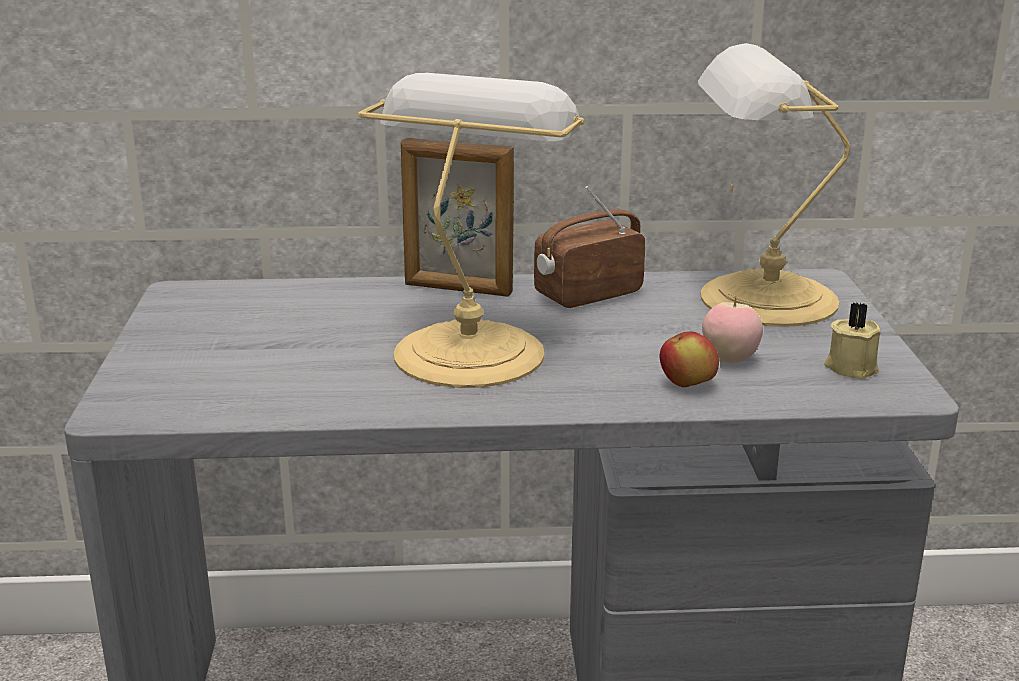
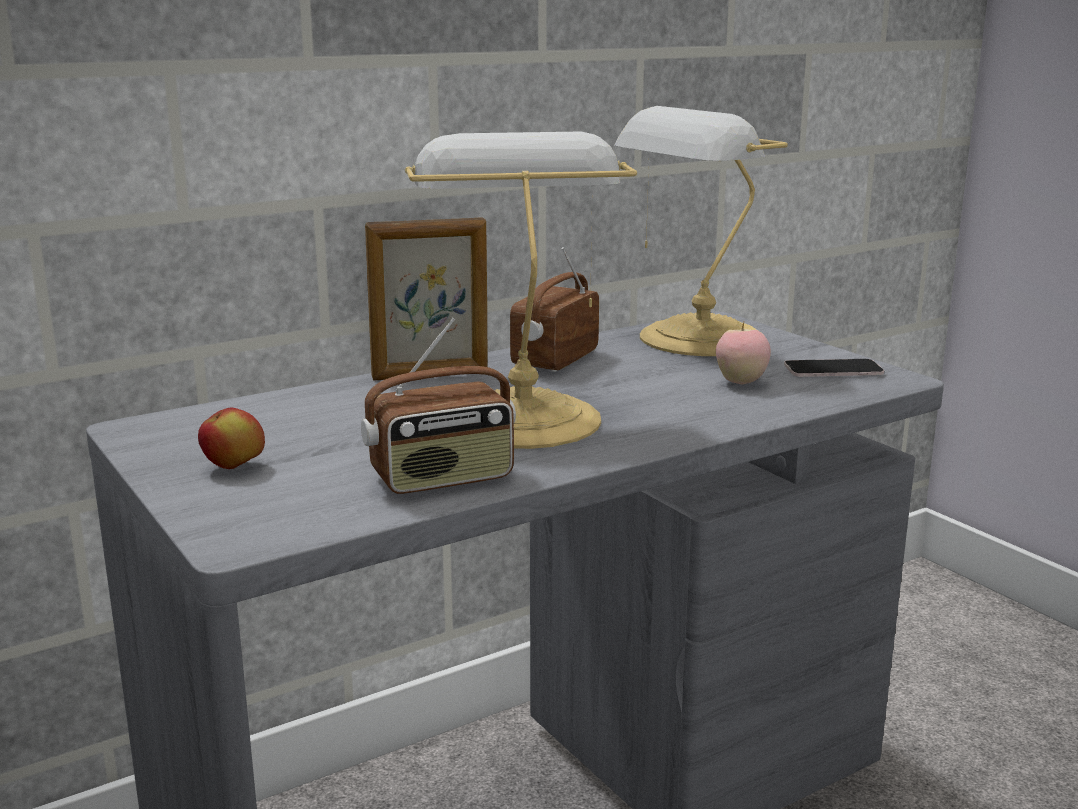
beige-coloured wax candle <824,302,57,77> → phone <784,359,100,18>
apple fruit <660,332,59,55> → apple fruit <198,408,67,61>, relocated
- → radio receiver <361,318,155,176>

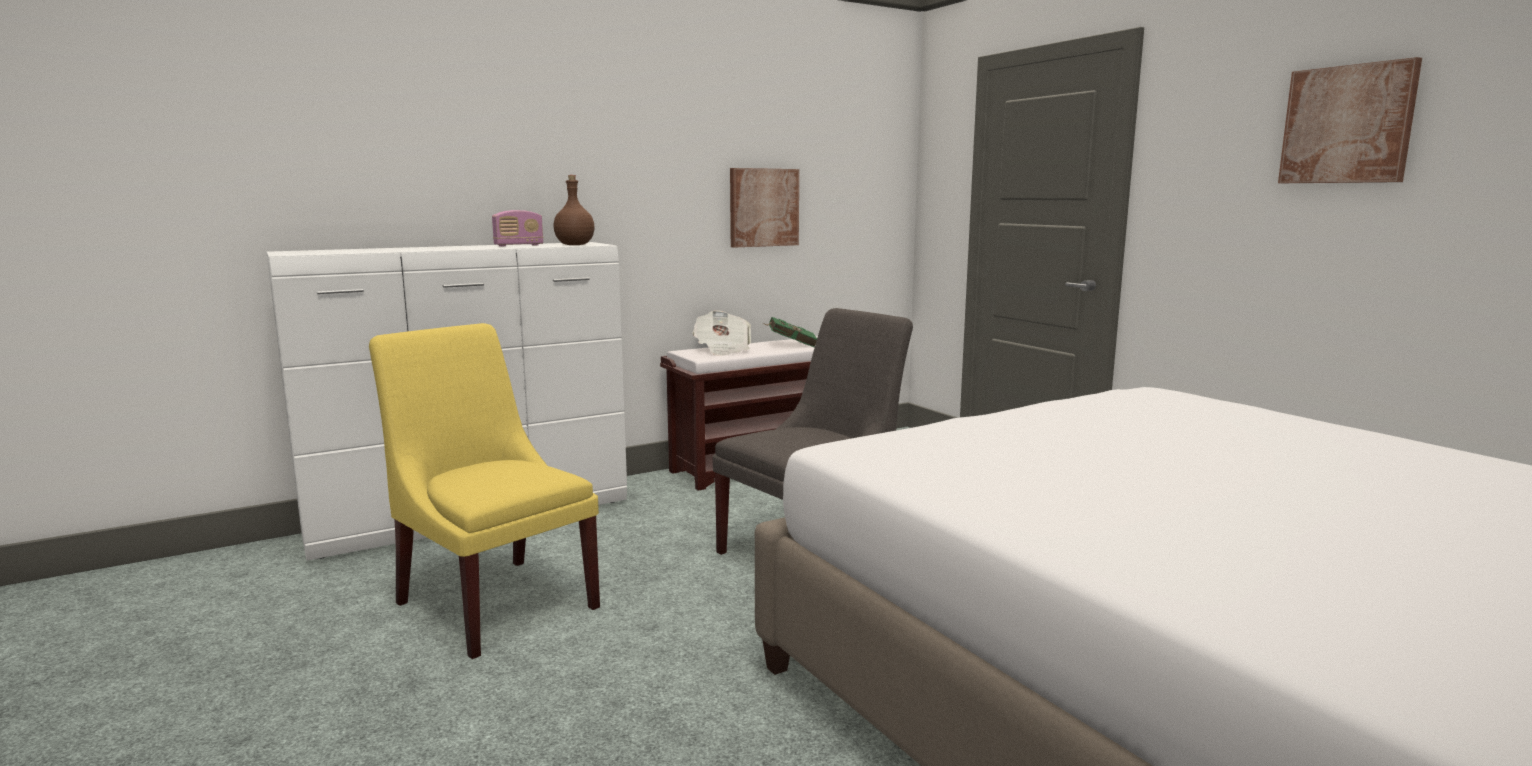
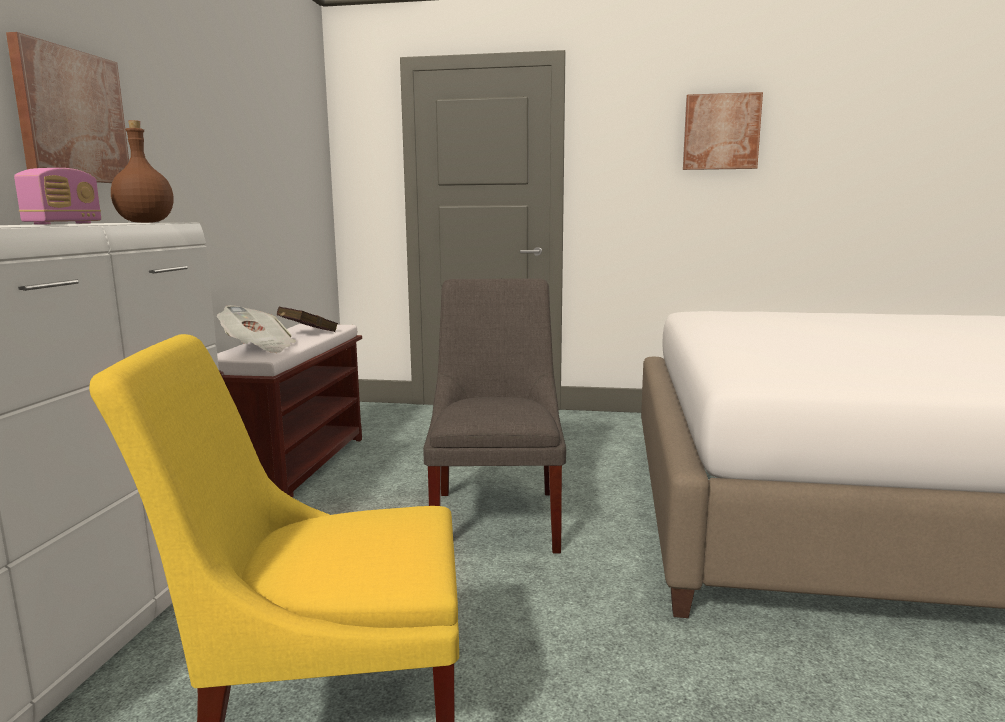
picture <730,168,69,80> → picture <6,32,123,151>, relocated
green bound book <763,317,54,31> → red bound book <276,307,62,25>

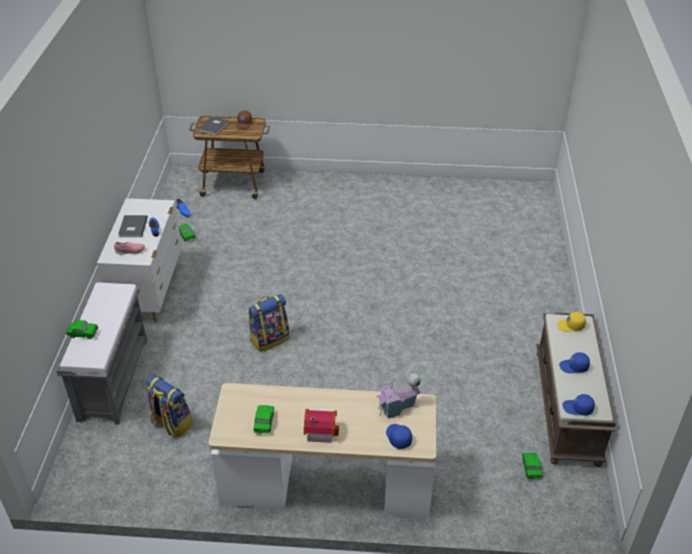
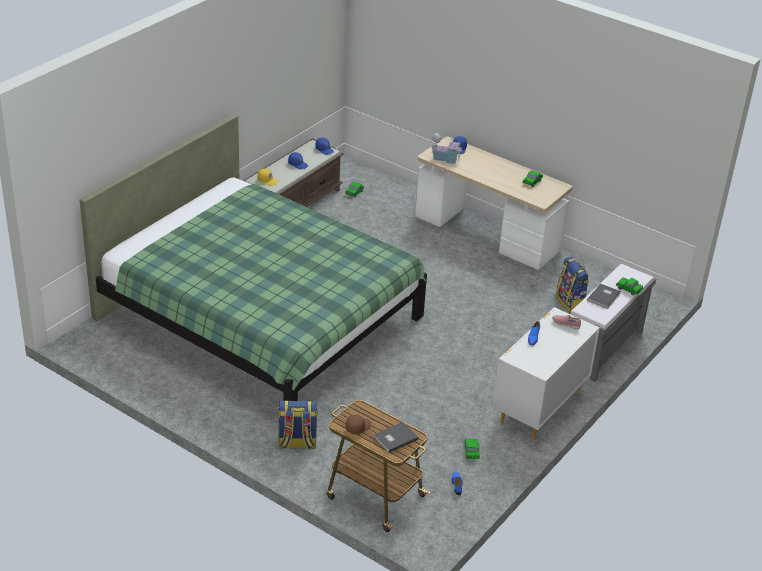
greyish bound book <118,215,30,22> → greyish bound book <587,283,34,26>, relocated
rucksack <248,294,41,58> → rucksack <278,400,40,50>, relocated
toy house <304,409,35,34> → -
- → green sleeping bed <80,114,347,287>

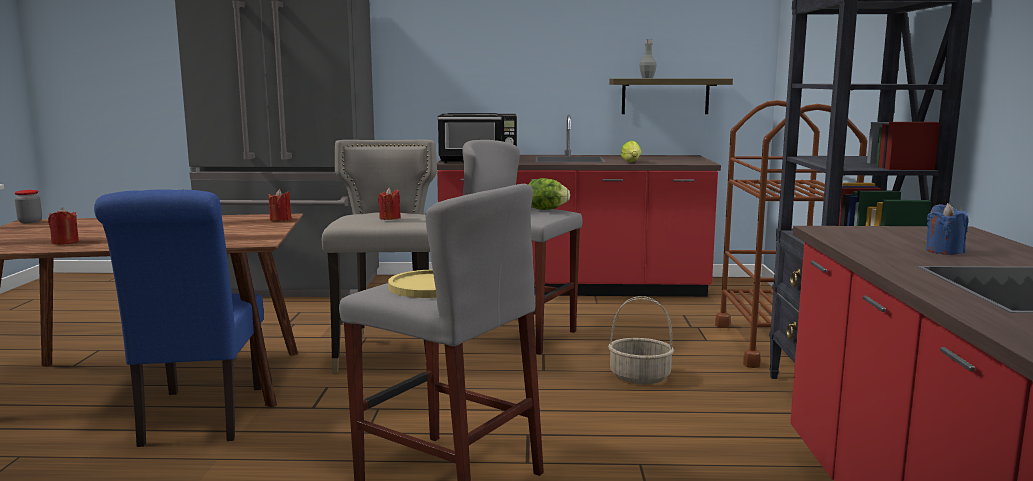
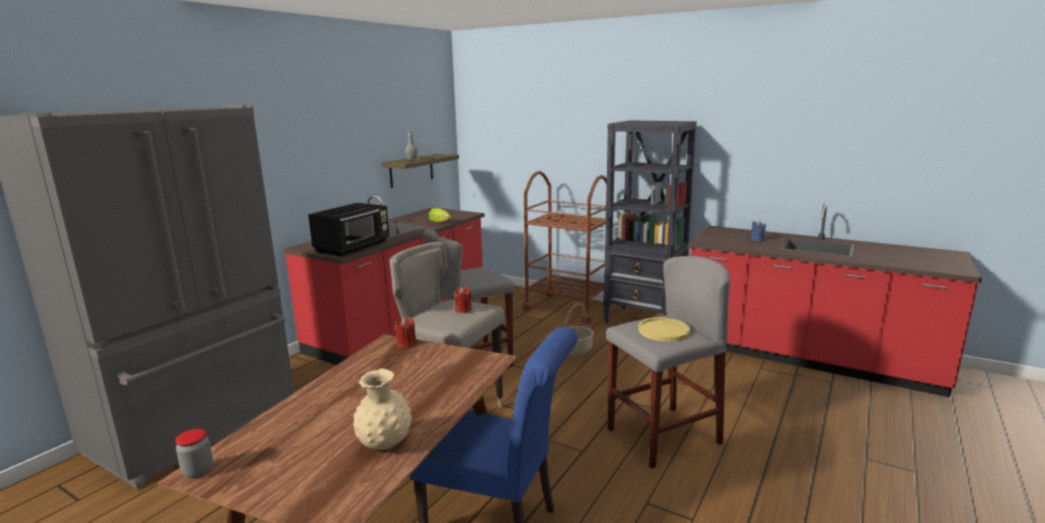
lettuce <529,178,41,32> → -
red wax candle <48,207,31,38> → beige-coloured flower vase <353,369,59,81>

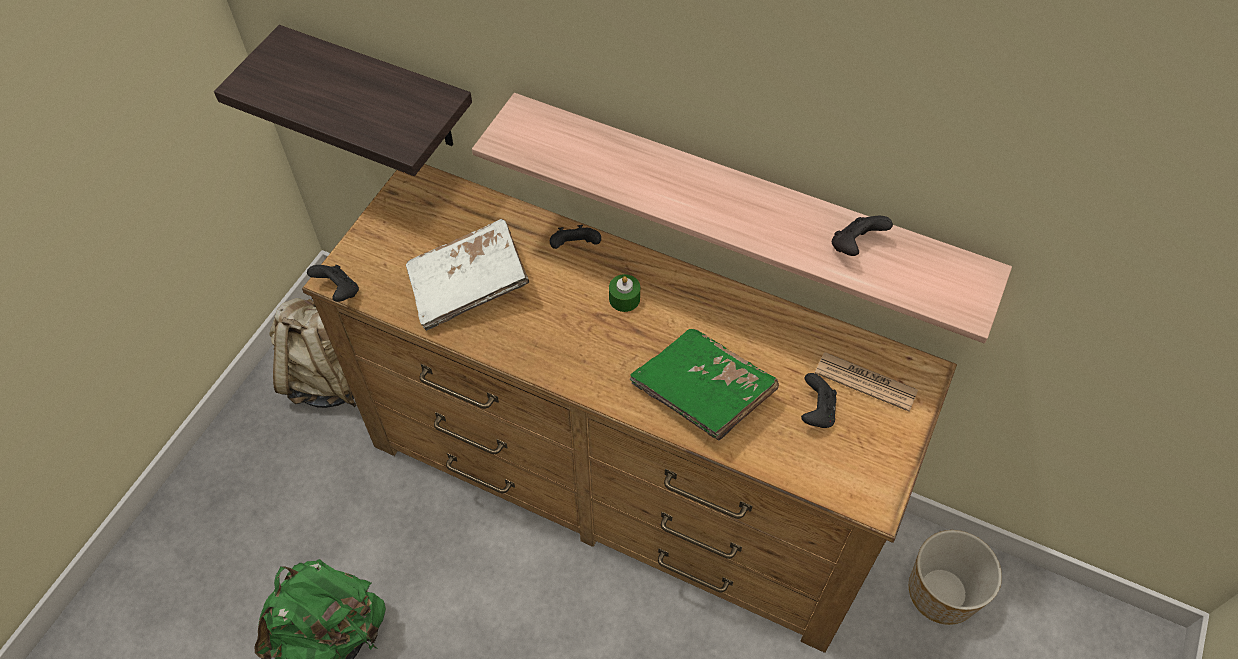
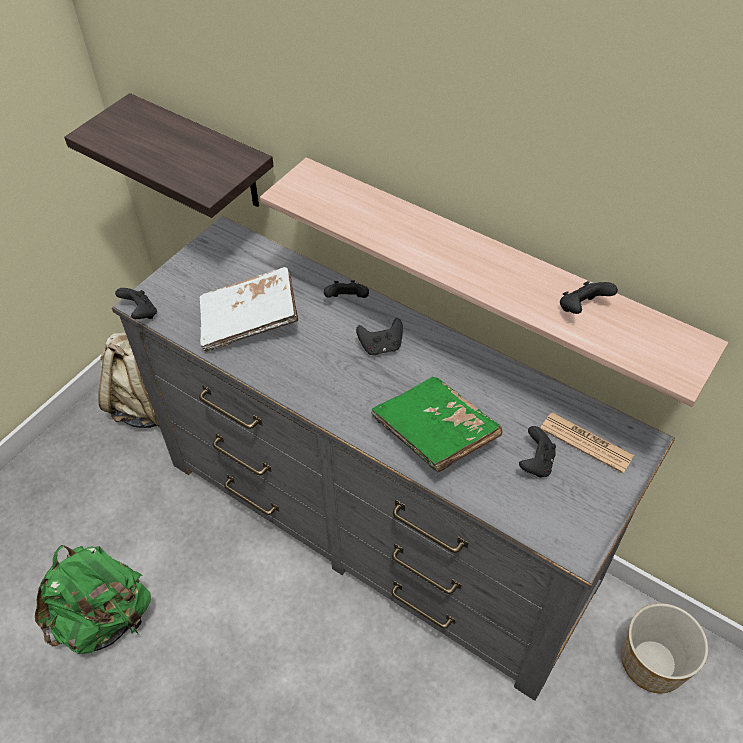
brownish drawer chest <302,164,655,489> → greyish drawer chest <112,216,563,485>
green wax candle <609,274,31,38> → black-coloured gamepad <356,318,47,37>

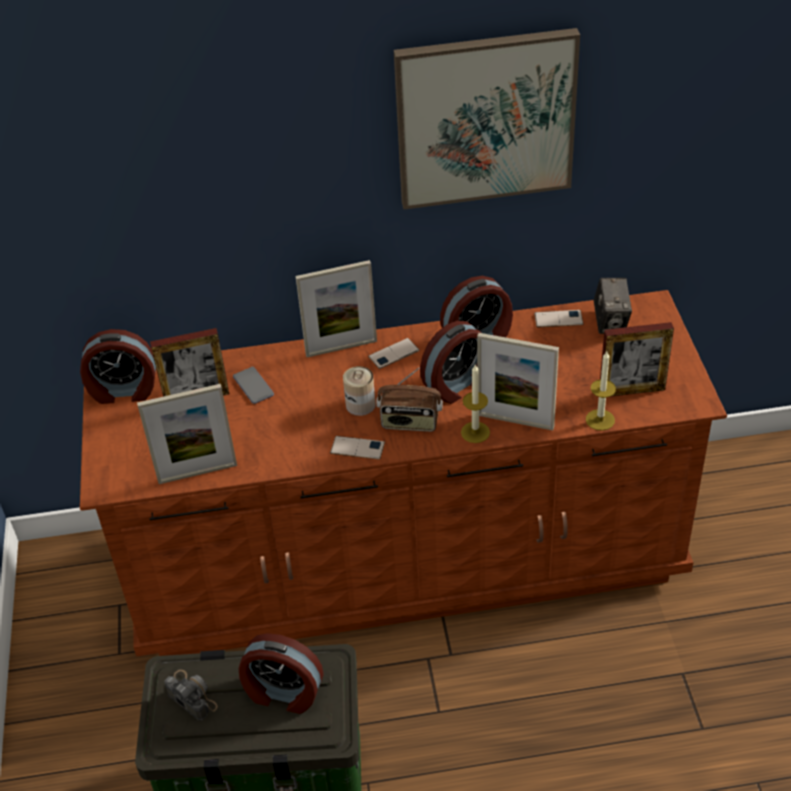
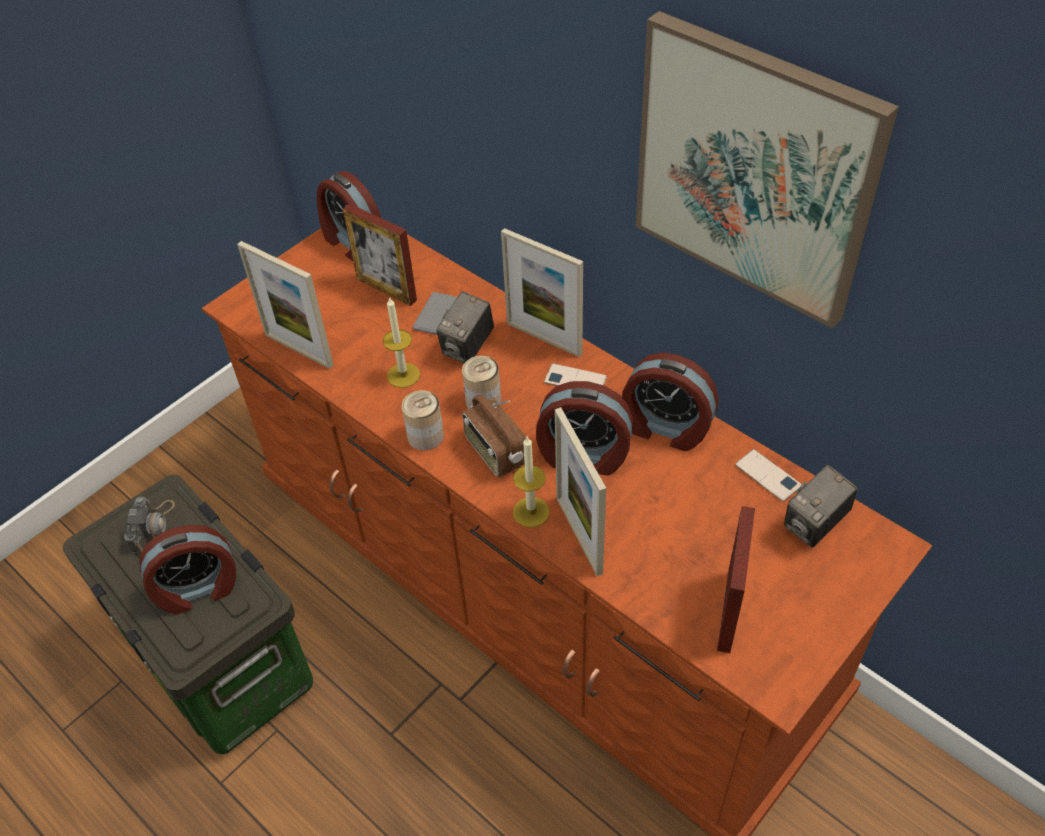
picture frame <600,322,74,75> → picture frame <717,506,38,147>, 120 degrees counterclockwise
wax candle <586,351,30,80> → wax candle <383,296,37,92>, relocated
phone <330,436,55,23> → metal can <402,390,42,60>
bedside clock <239,633,84,81> → bedside clock <140,525,96,90>, 90 degrees counterclockwise
- → photo camera <436,291,58,72>

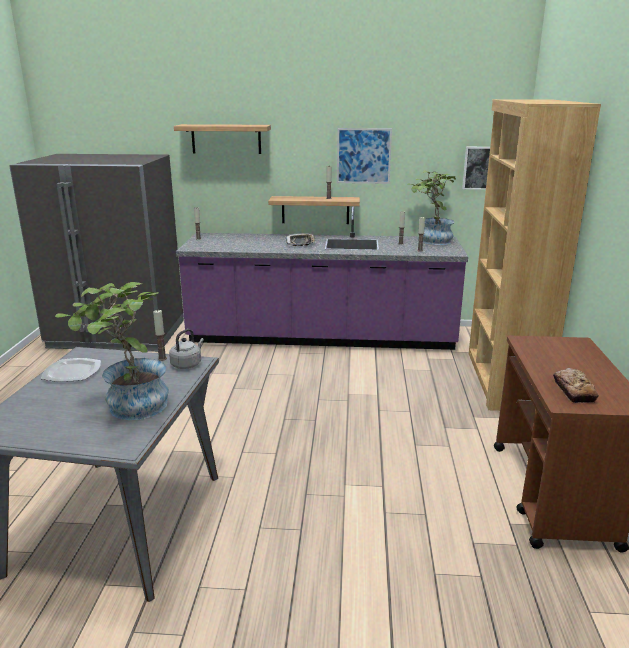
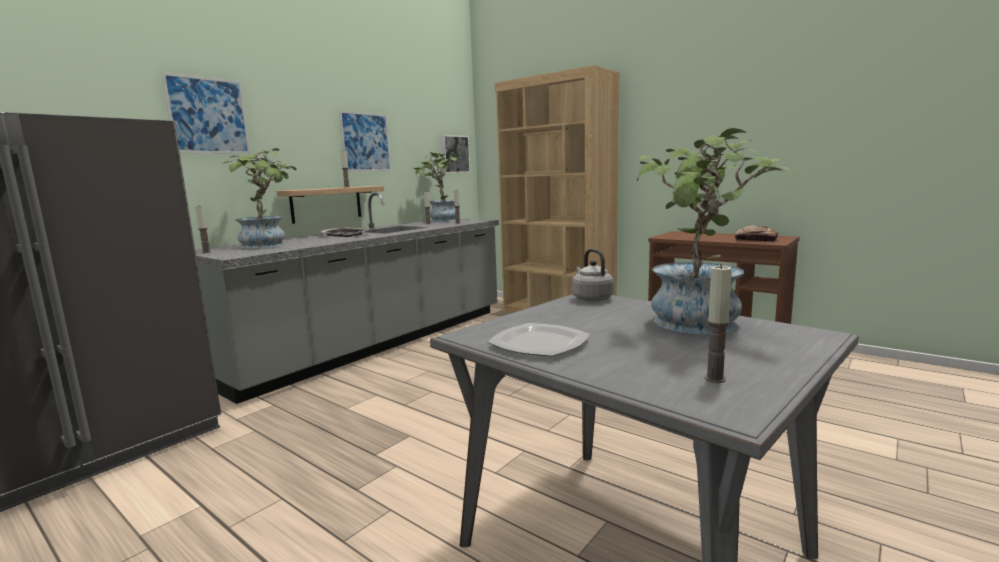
shelf <174,124,97,30> → picture <161,72,90,82>
purple-coloured kitchen counter <176,206,292,144> → greyish kitchen counter <195,193,304,211>
wax candle <153,310,14,51> → wax candle <705,264,27,119>, relocated
- → houseplant <224,148,73,101>

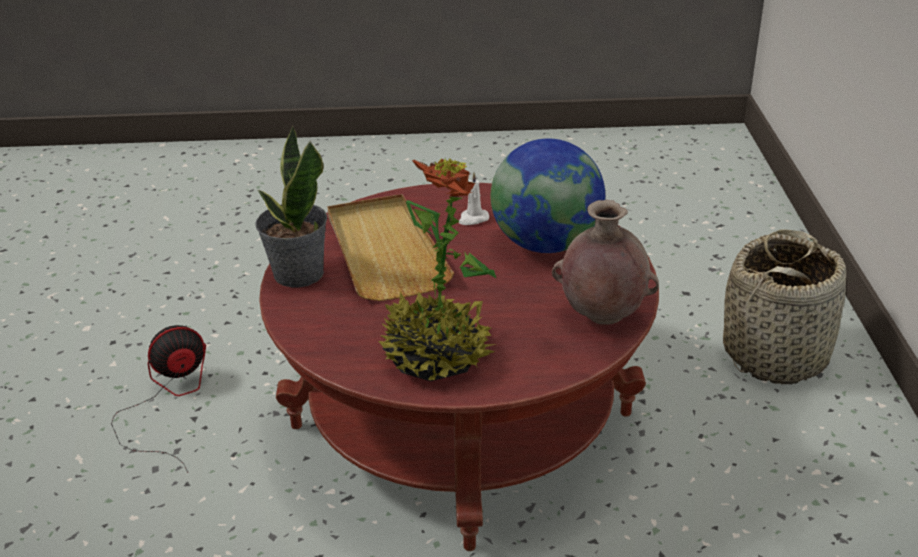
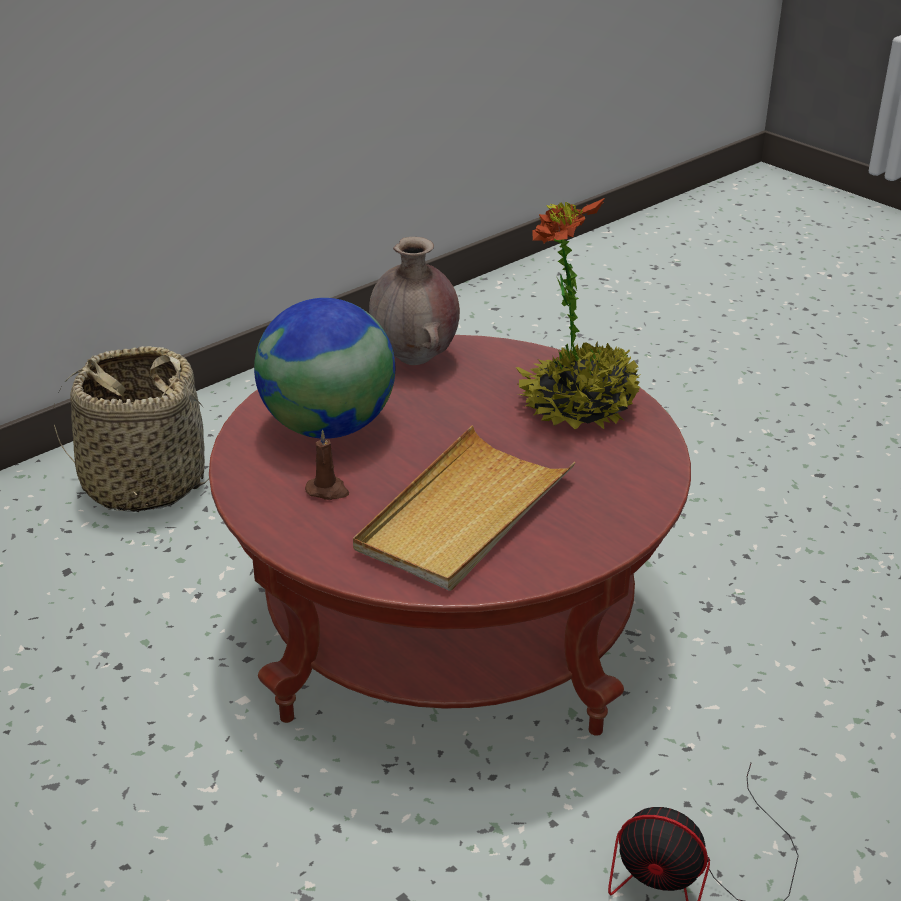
houseplant <255,126,72,162> → -
white wax candle <459,172,30,53> → brownish wax candle <305,429,44,71>

